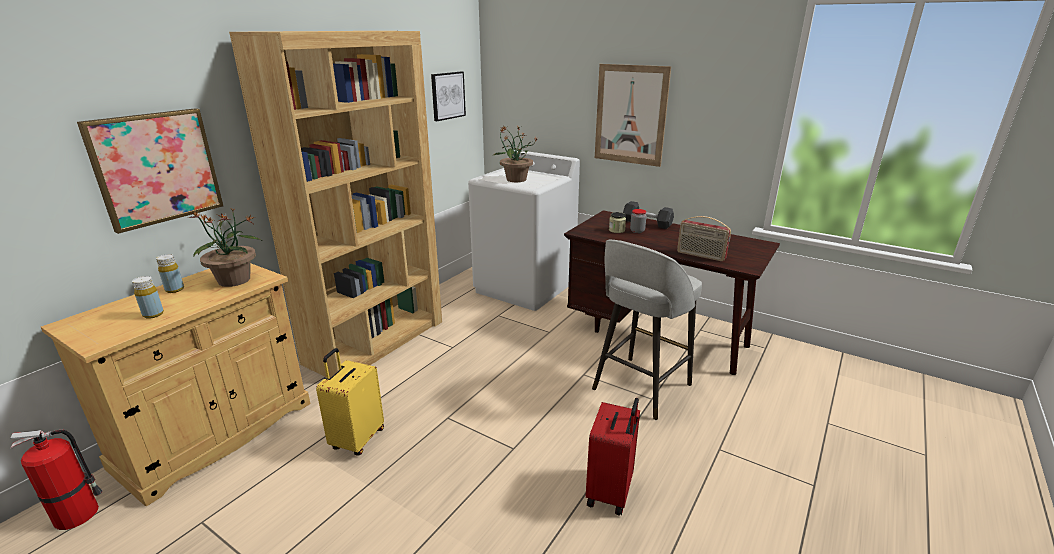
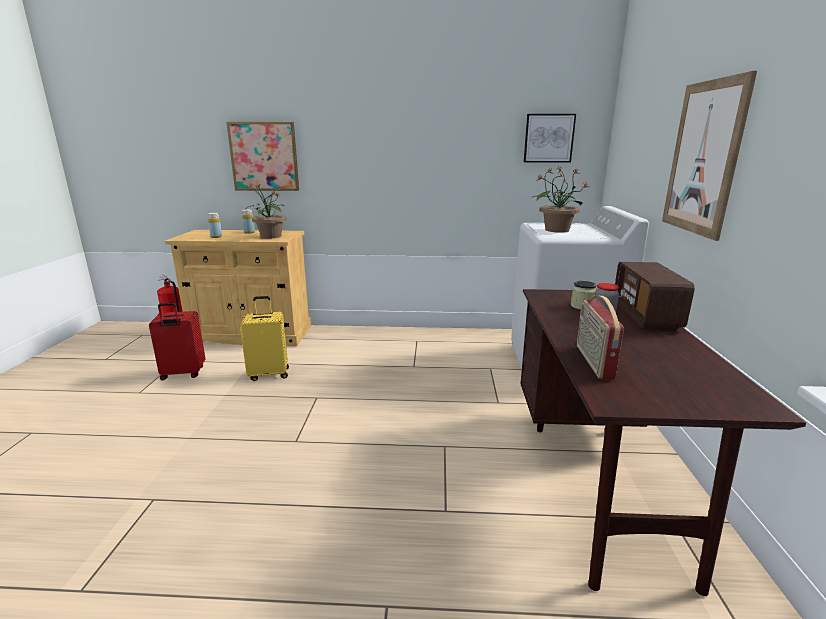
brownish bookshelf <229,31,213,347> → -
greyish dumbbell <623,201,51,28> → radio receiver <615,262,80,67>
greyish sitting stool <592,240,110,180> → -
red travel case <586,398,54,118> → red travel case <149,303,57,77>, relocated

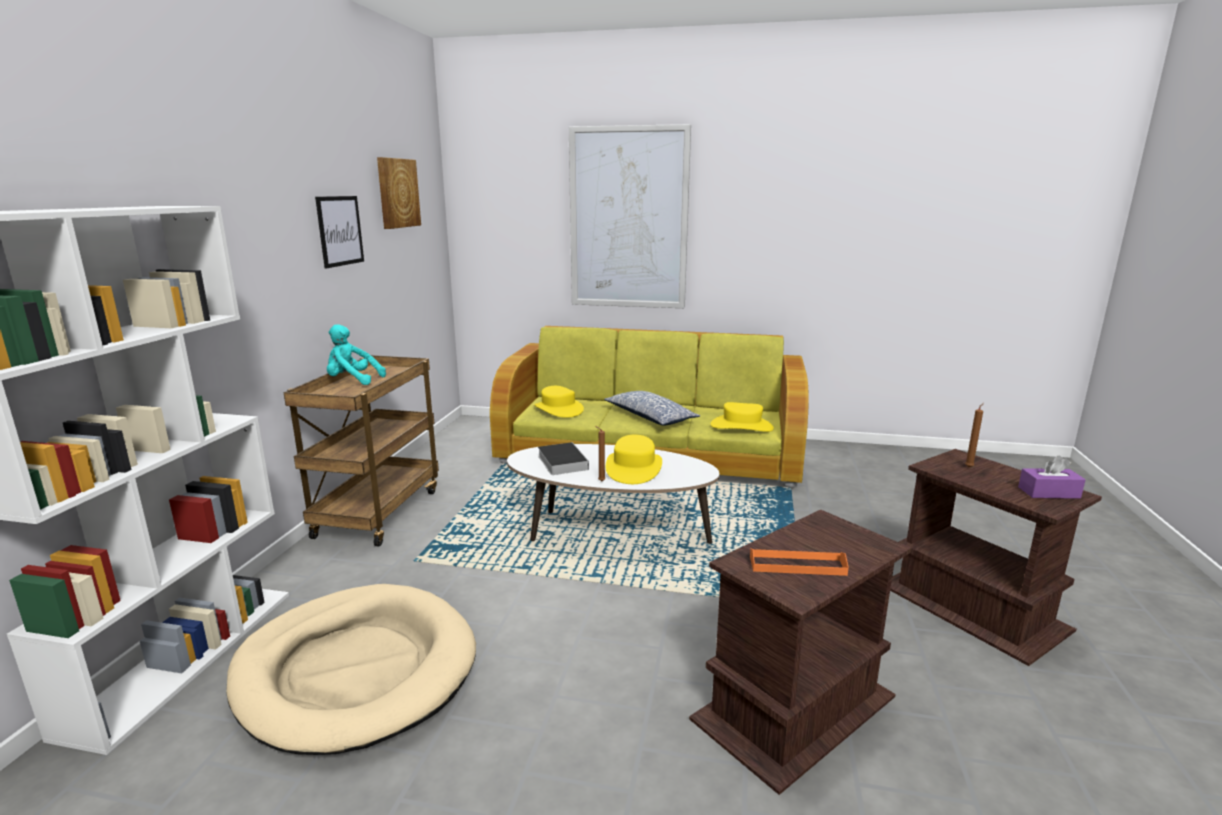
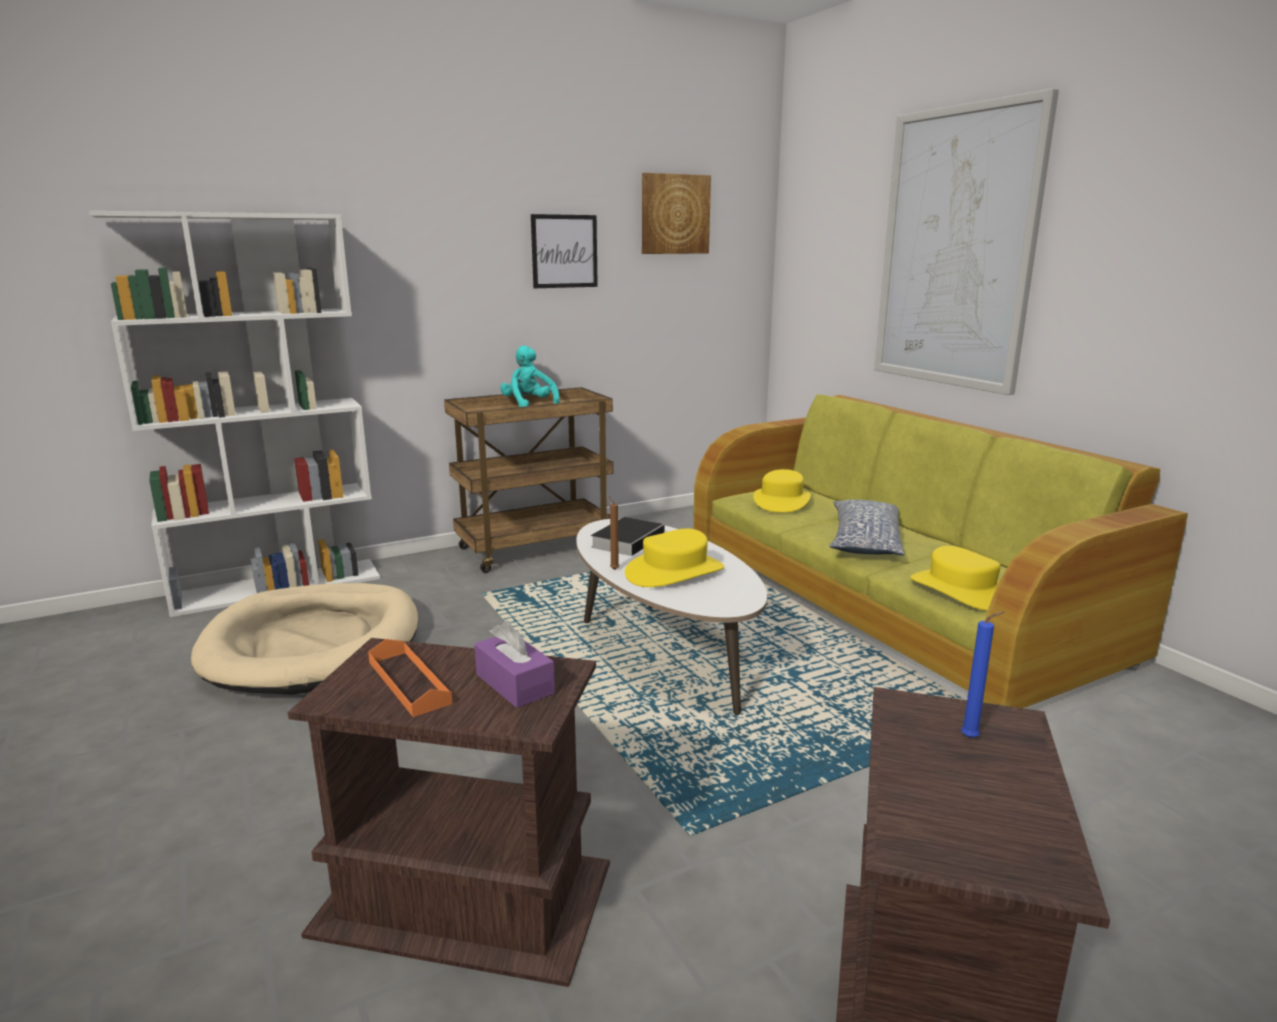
brownish wax candle <965,403,19,64> → bluish wax candle <961,611,44,127>
purple-coloured tissue holder <1018,456,68,43> → purple-coloured tissue holder <474,621,81,87>, relocated

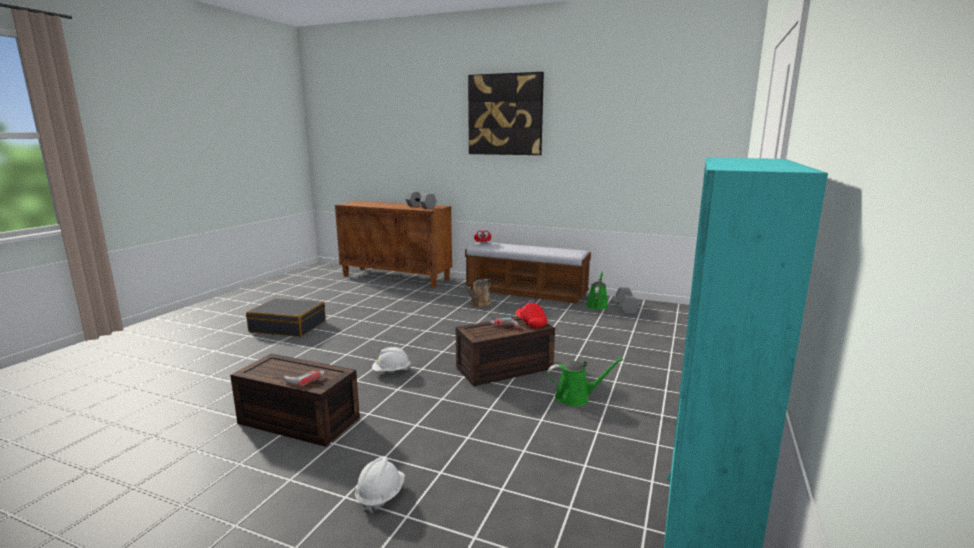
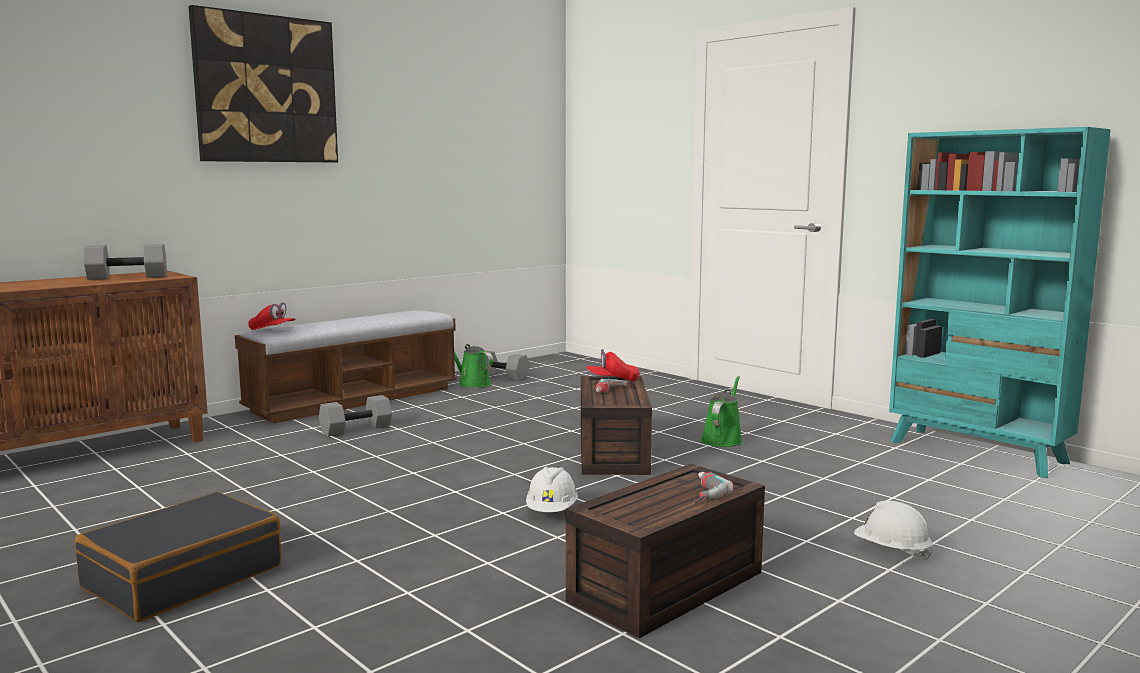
brownish watering can <463,279,29,29> → greyish dumbbell <319,395,73,42>

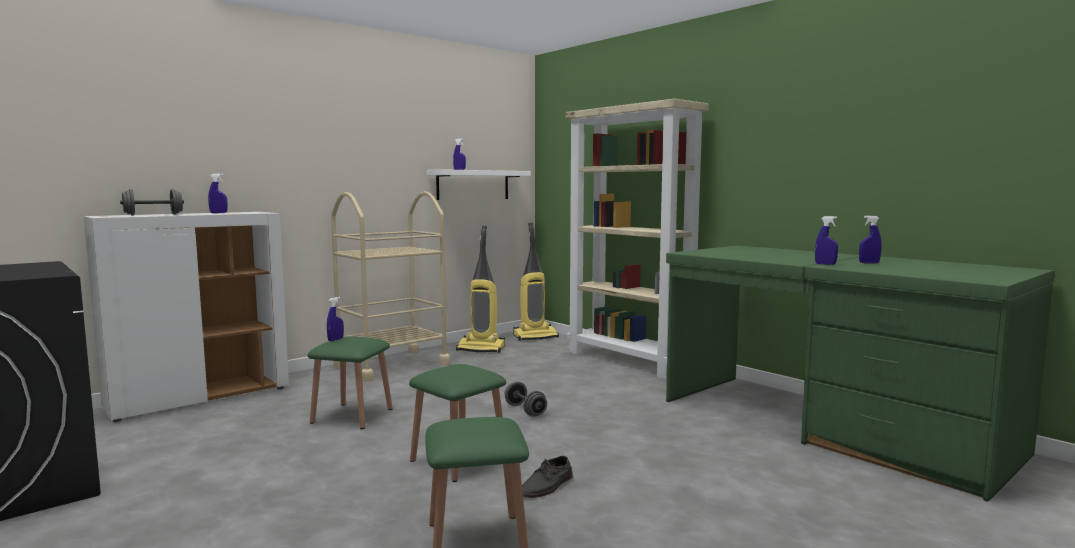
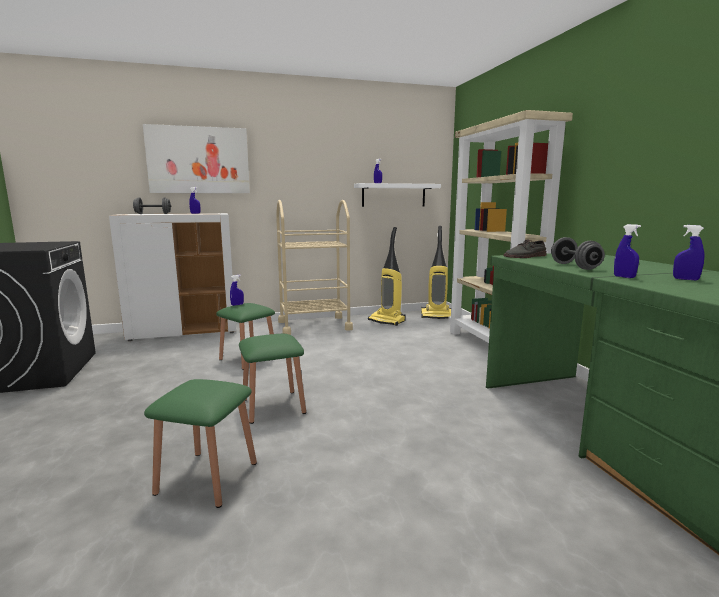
greyish dumbbell <505,381,42,36> → greyish dumbbell <551,237,54,33>, relocated
greyish low shoe <522,456,51,42> → greyish low shoe <504,239,42,19>, relocated
- → picture <143,124,107,69>

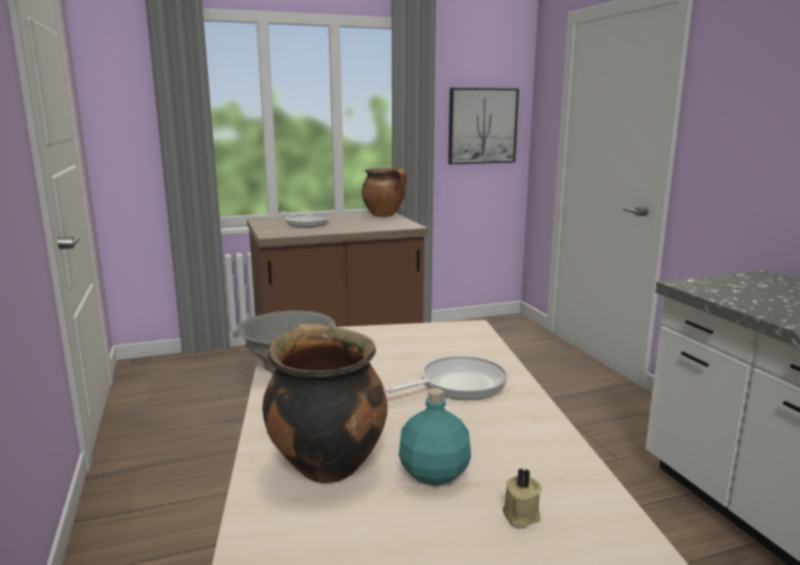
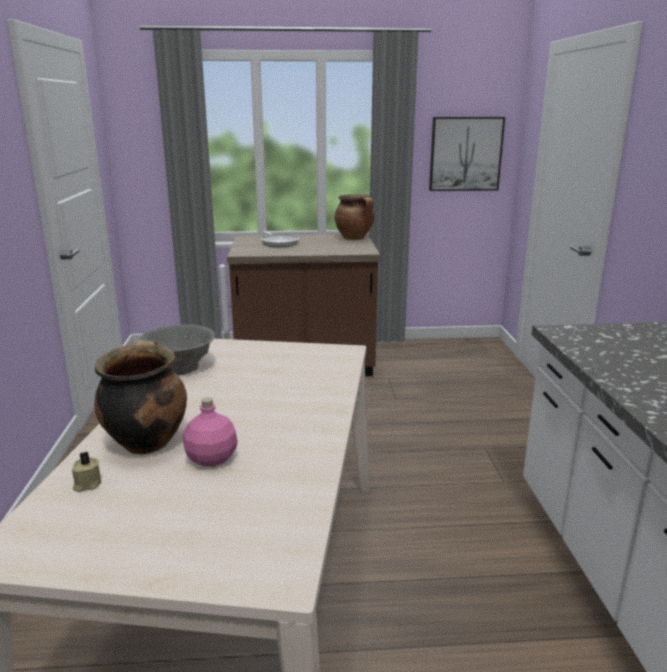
pan <386,356,122,44> → -
blue-green bottle <399,388,72,98> → pinkish bottle <183,397,55,70>
beige-coloured wax candle <502,469,40,60> → beige-coloured wax candle <72,452,29,40>, relocated

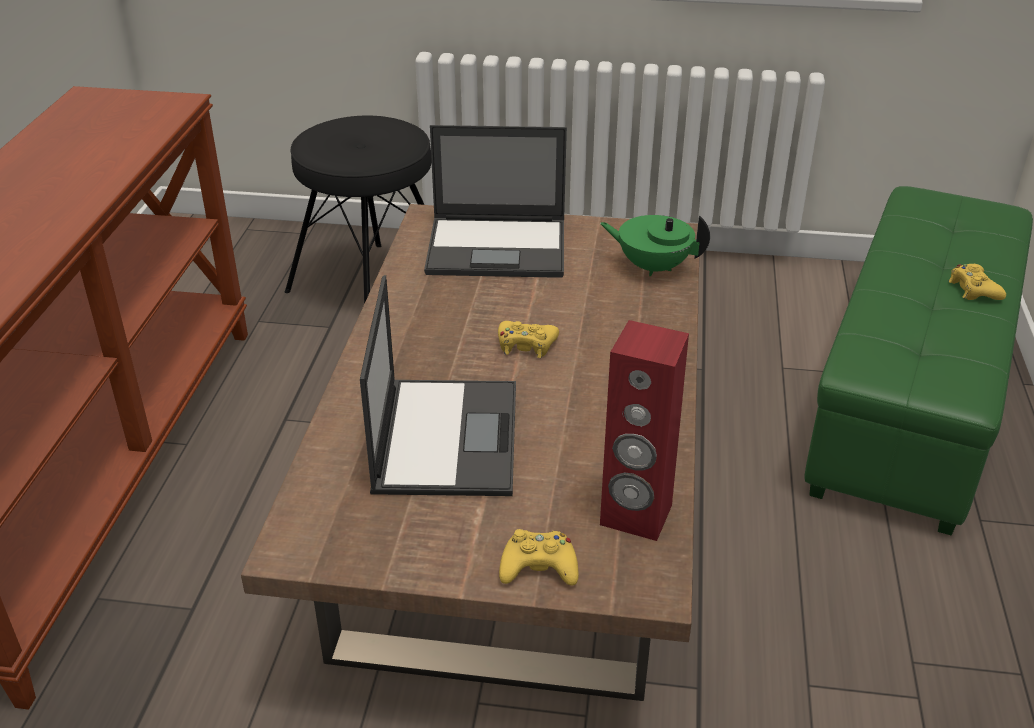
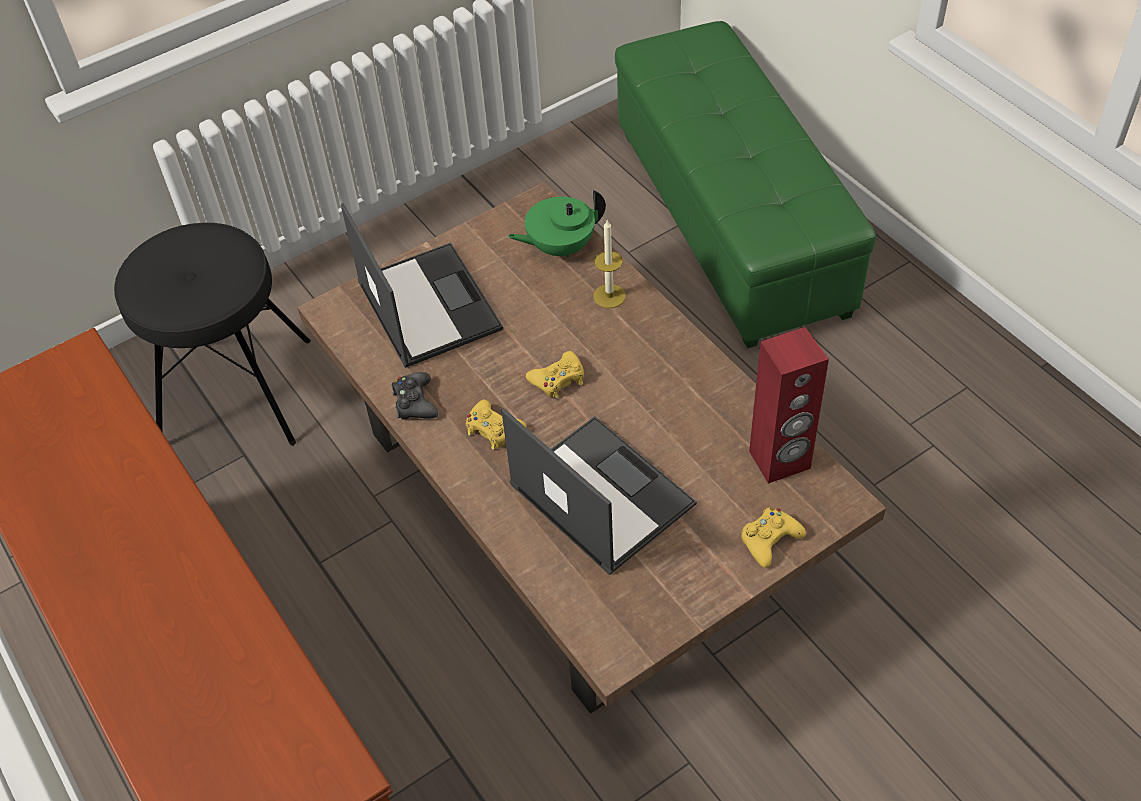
notebook computer <424,125,143,153> → notebook computer <341,203,162,165>, 75 degrees counterclockwise
yellowish gamepad <948,264,58,36> → yellowish gamepad <466,400,60,50>, relocated
- → wax candle <593,220,33,88>
- → black-coloured gamepad <392,372,46,47>

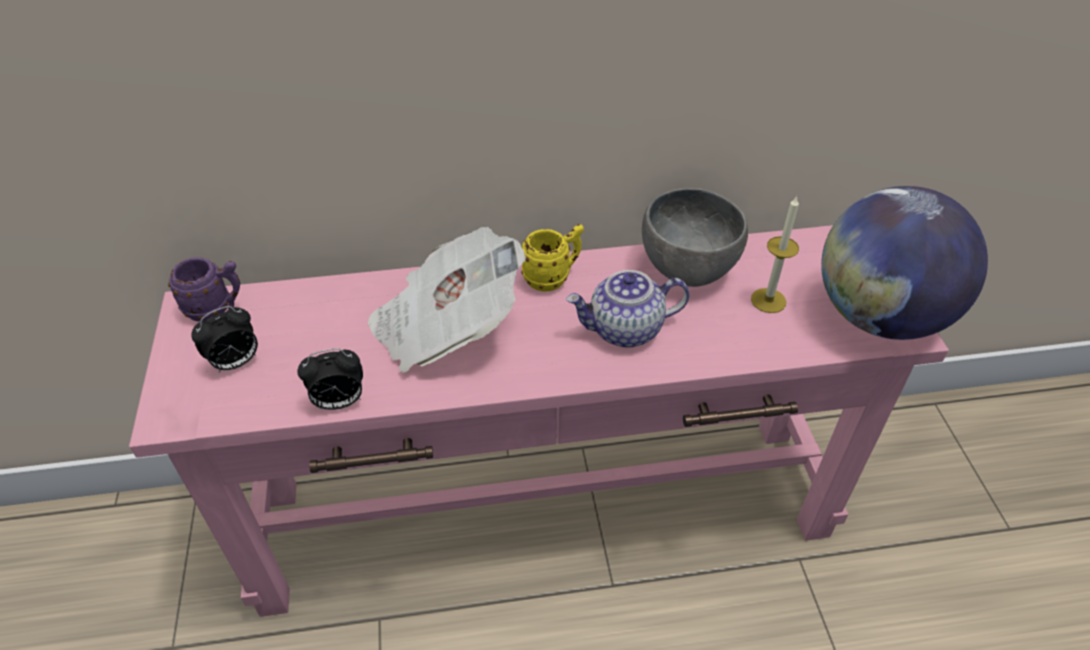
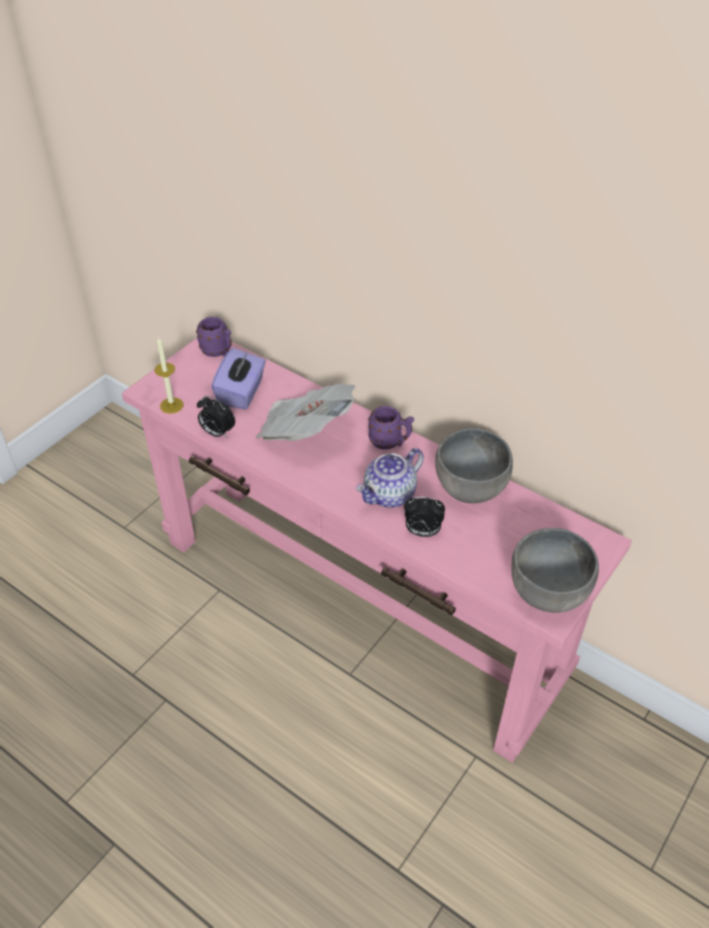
world globe <821,186,167,154> → greyish bowl <511,528,88,85>
wax candle <751,195,48,118> → wax candle <155,336,29,78>, relocated
yellowish coffee mug <521,224,63,68> → purple-coloured coffee mug <368,406,46,44>
pot for tea <566,270,123,77> → pot for tea <356,448,68,60>, 75 degrees counterclockwise
bedside clock <191,306,67,67> → bedside clock <404,496,41,41>, relocated
- → purple-coloured tissue holder <211,348,55,62>

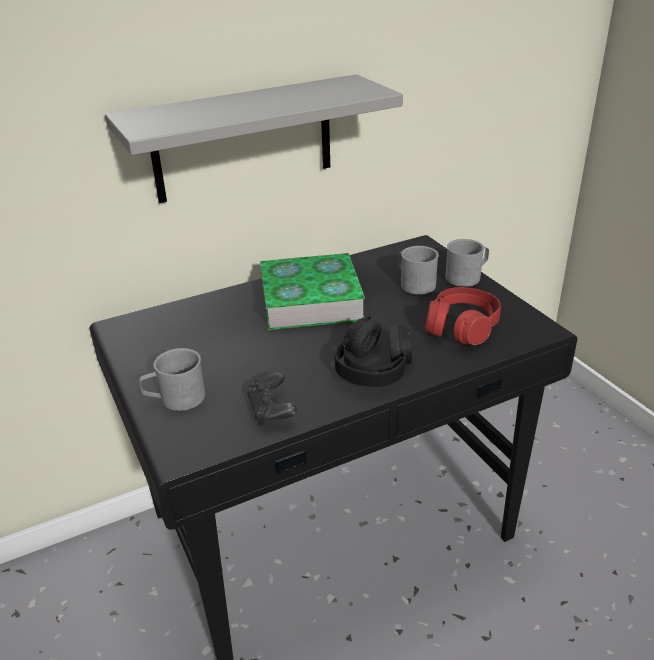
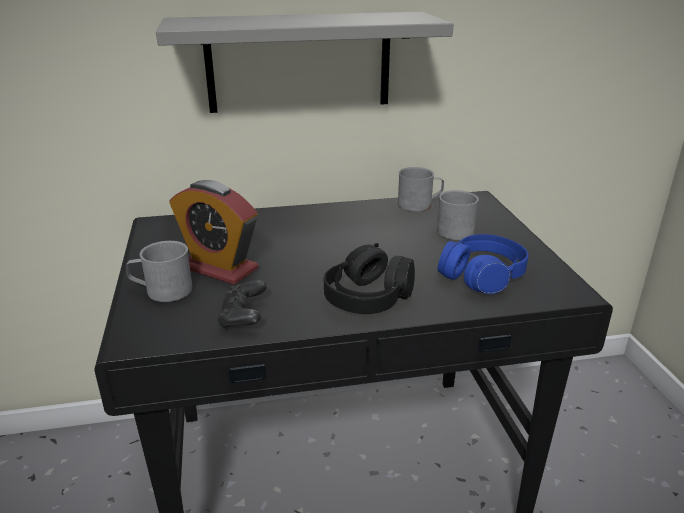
greyish coffee mug <445,239,44,48> → greyish coffee mug <398,167,46,45>, relocated
bound book <260,253,105,77> → -
red headphones <425,287,76,58> → bluish headphones <437,234,91,60>
- → bedside clock <169,180,89,105>

